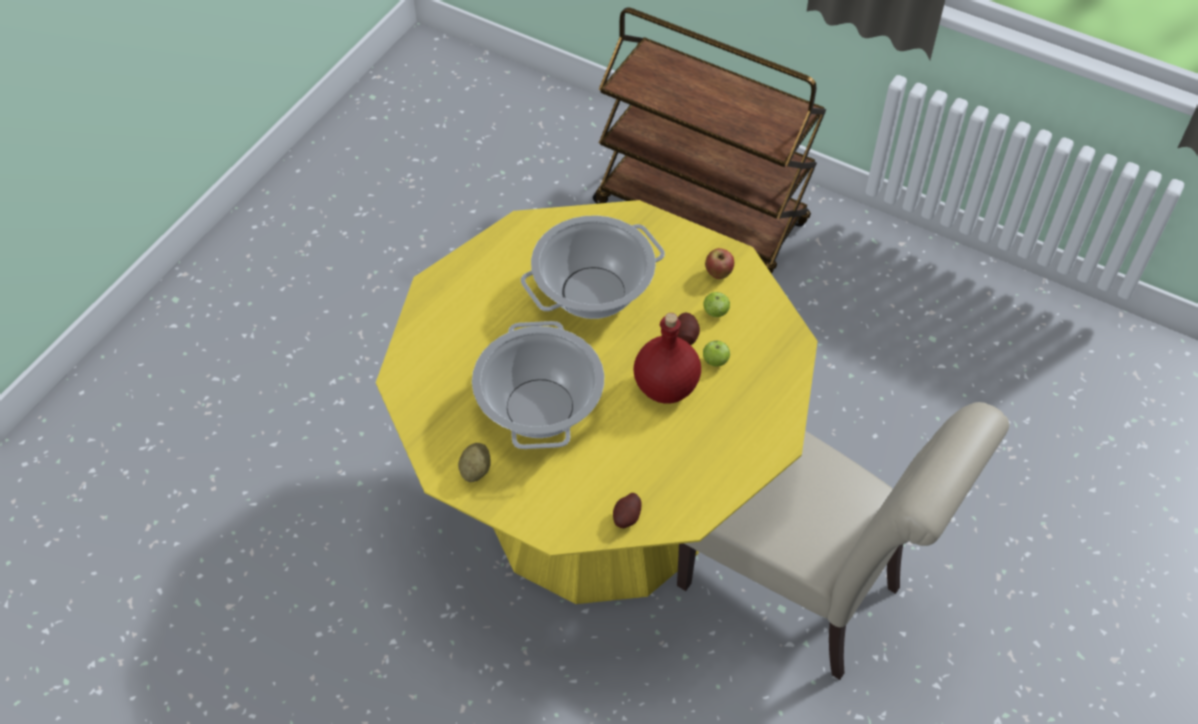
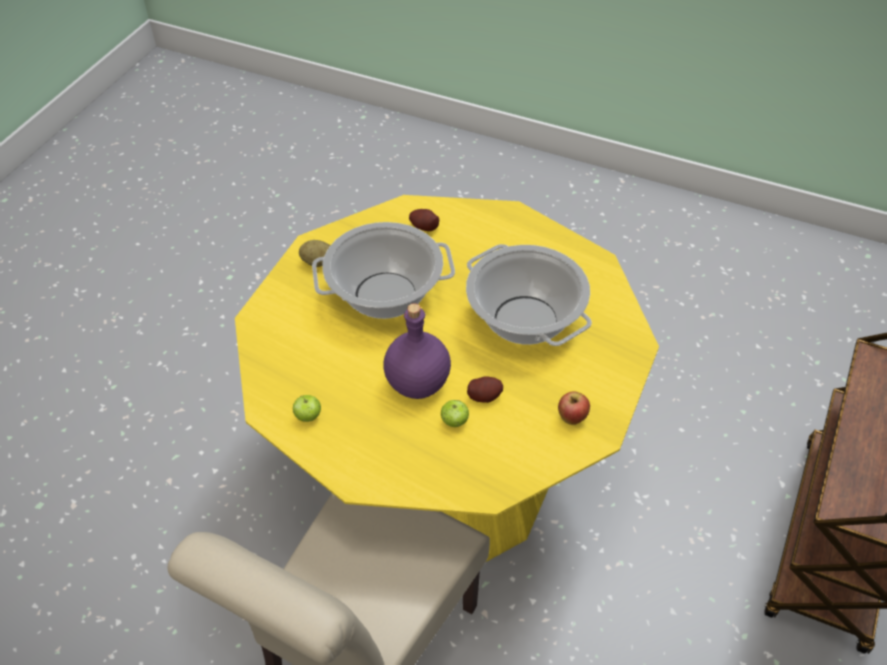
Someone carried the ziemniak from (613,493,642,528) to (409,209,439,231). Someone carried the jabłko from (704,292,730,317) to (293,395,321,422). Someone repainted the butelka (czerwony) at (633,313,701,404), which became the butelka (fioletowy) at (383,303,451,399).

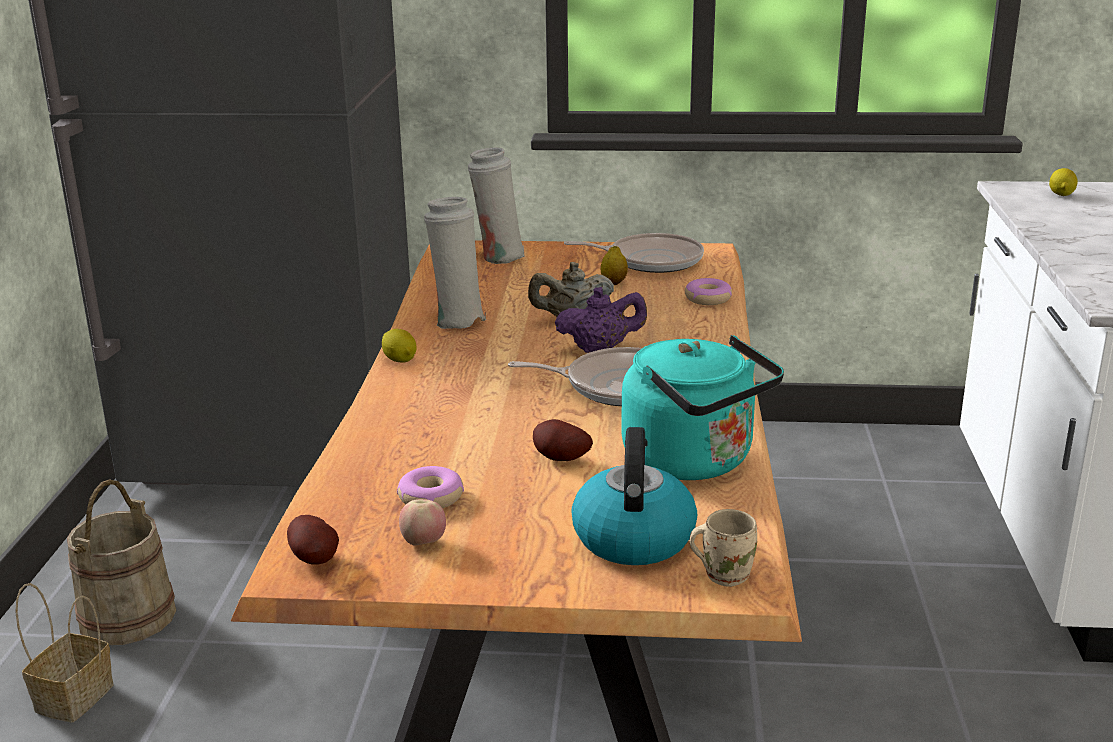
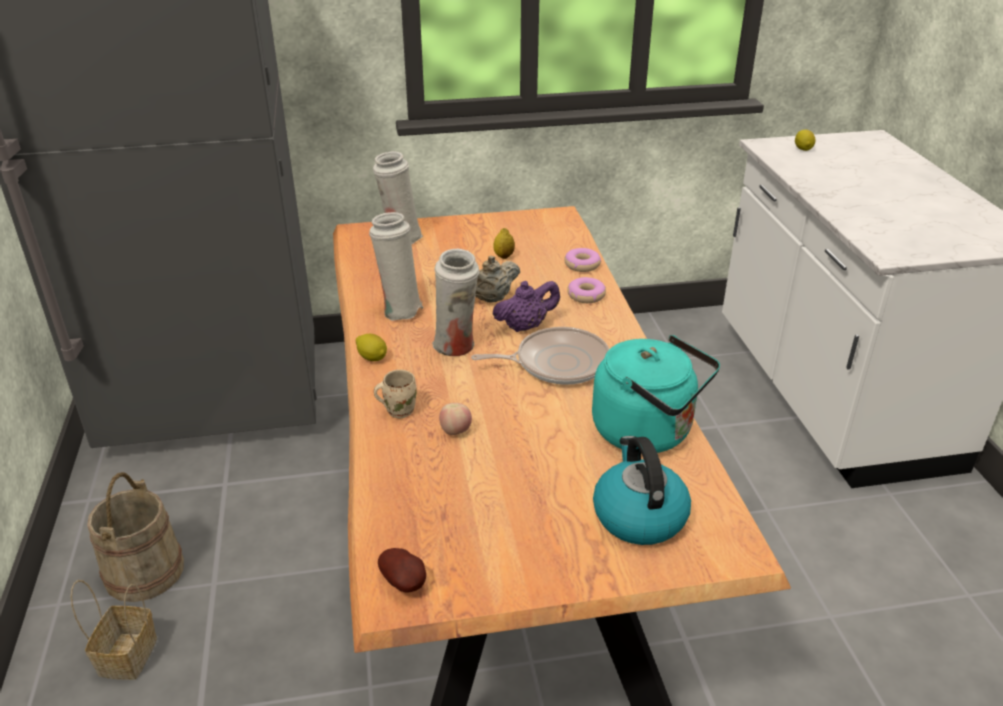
Someone took away the ziemniak at (533,419,593,461). Someone took away the patelnia at (564,233,704,273). Someone put down the wazon (biały) at (432,249,479,356). Someone carried the donut from (397,466,464,508) to (567,277,606,303). Someone carried the jabłko from (399,499,446,546) to (439,403,472,435). Someone carried the kubek (beżowy) from (689,509,757,587) to (374,370,417,418).

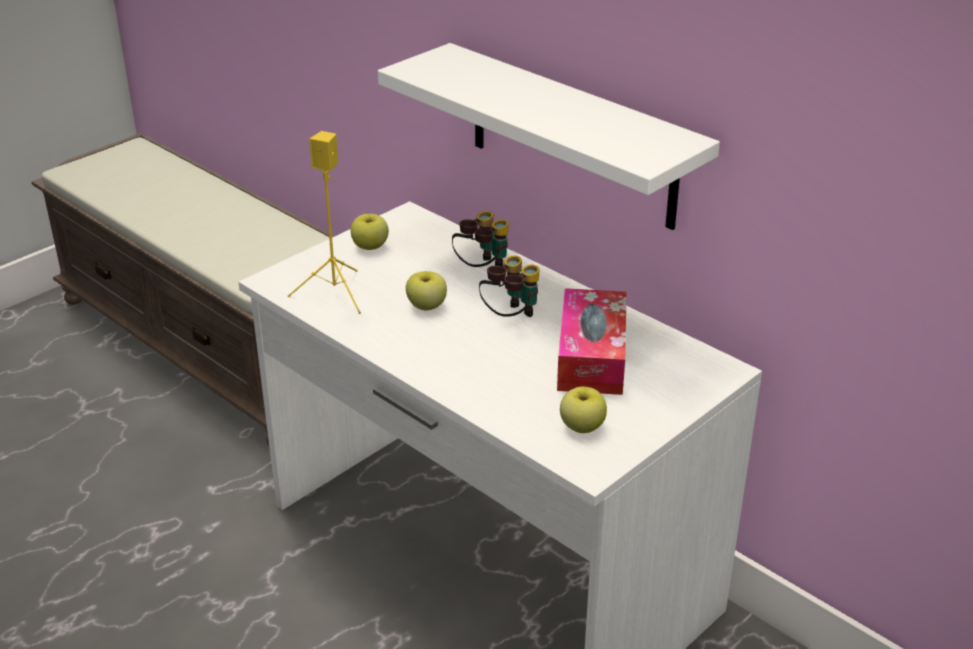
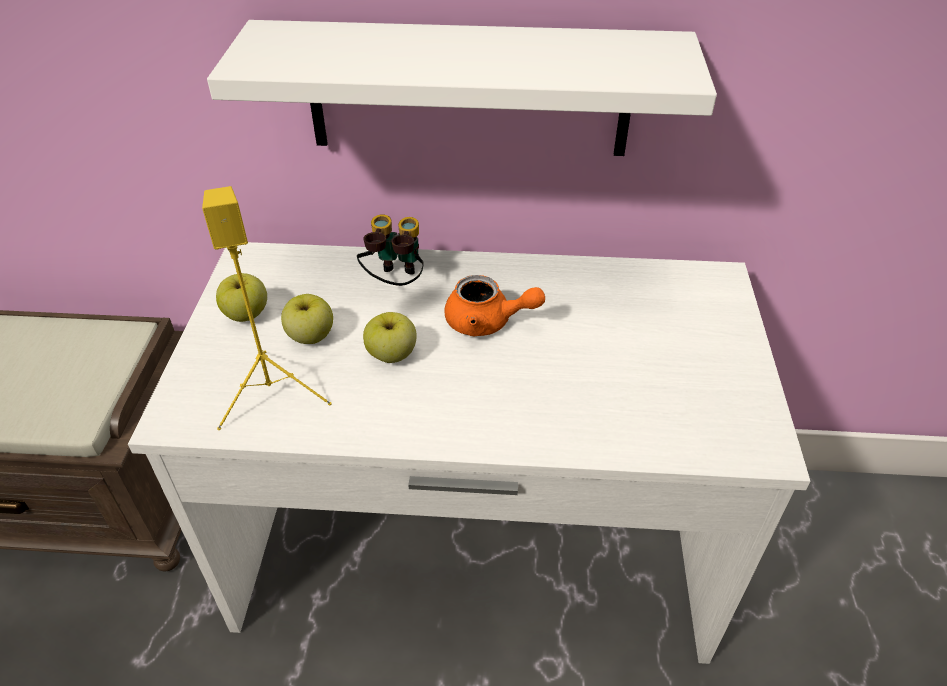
Someone took away the pudełko chusteczek at (557,288,627,395). Someone carried the jabłko from (560,387,607,433) to (281,294,333,344). Someone swapped the lornetka at (479,256,540,317) for the imbryk (pomarańczowy) at (445,275,545,337).

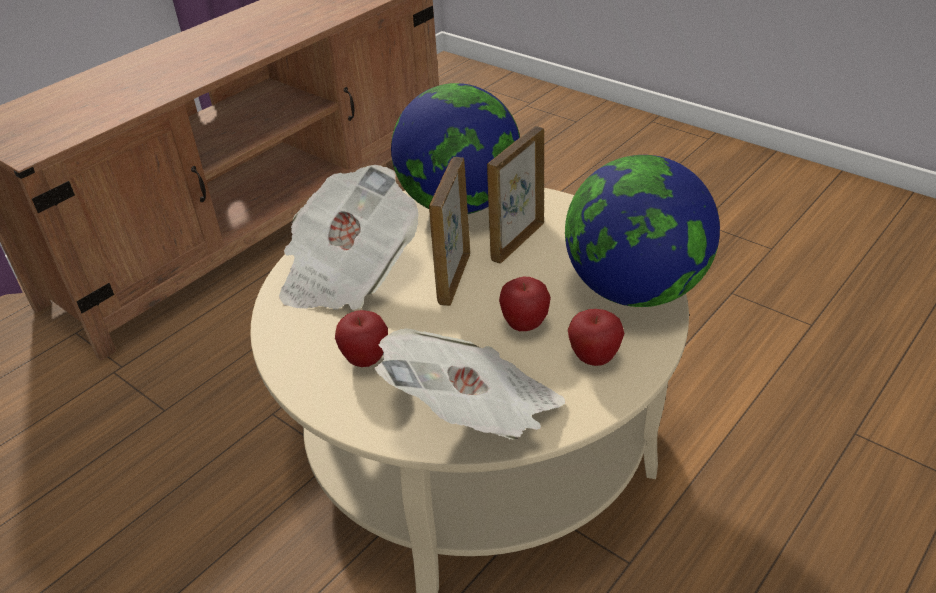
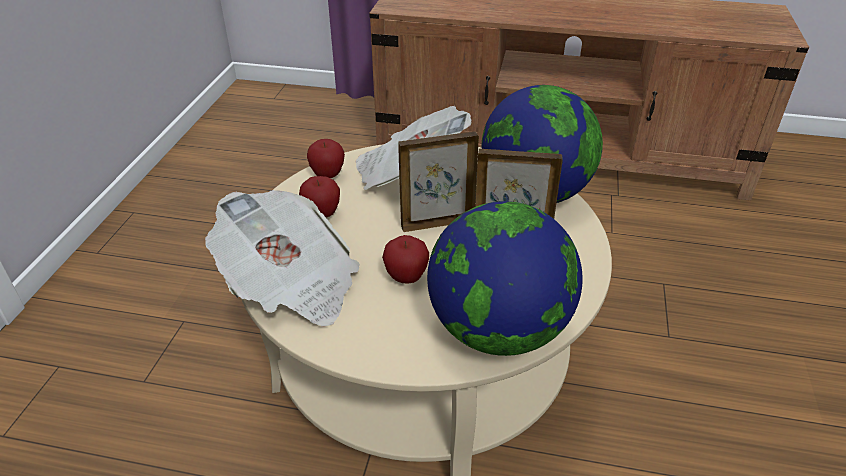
Someone carried the jabłko from (568,309,625,366) to (307,139,345,178).

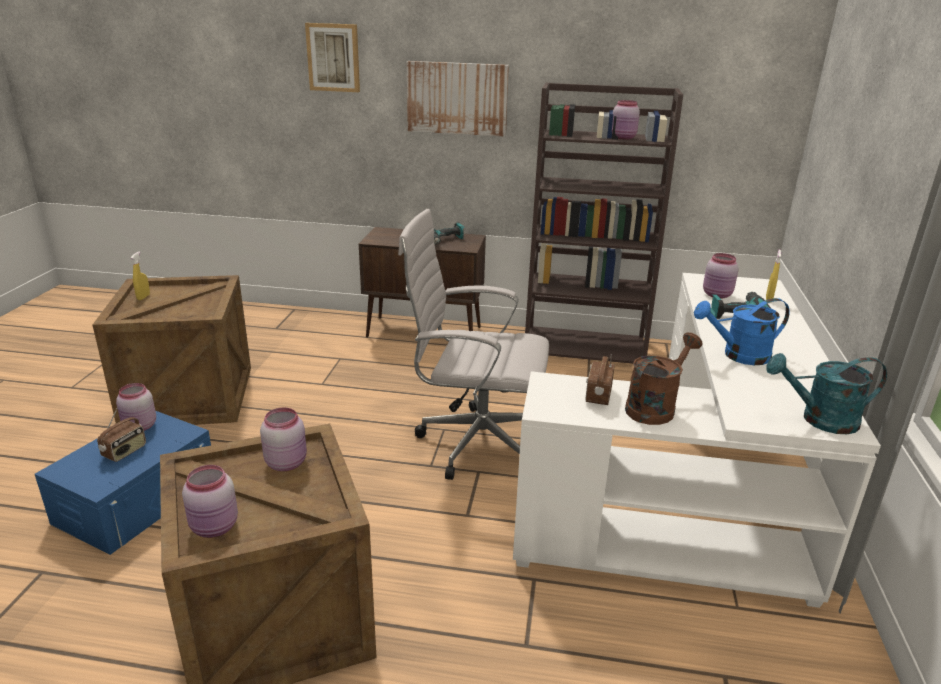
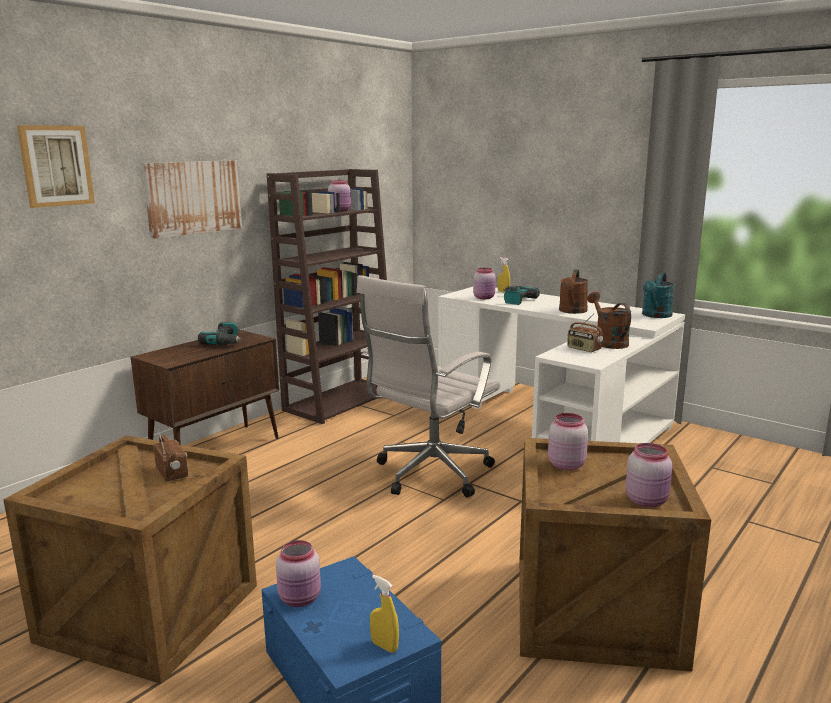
Someone carried the radio from (97,408,146,462) to (153,425,188,482). Someone carried the spryskiwacz (żółty) from (131,251,150,300) to (370,575,399,653). Someone repainted the konewka (niebieski) at (694,298,790,365), which became the konewka (brązowy) at (559,269,588,314).

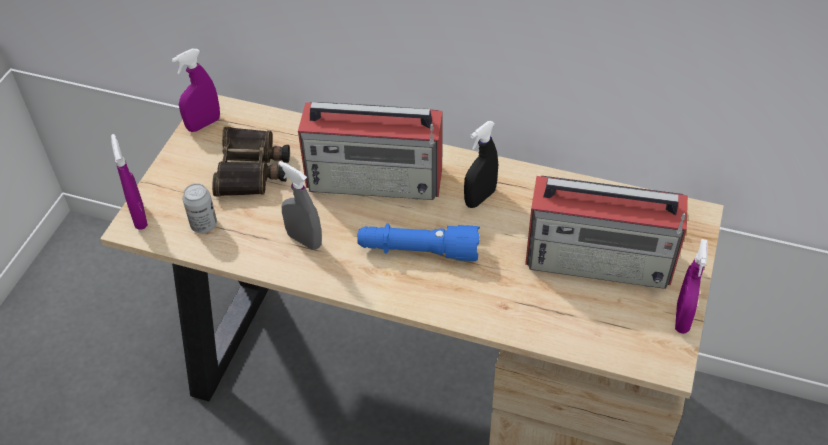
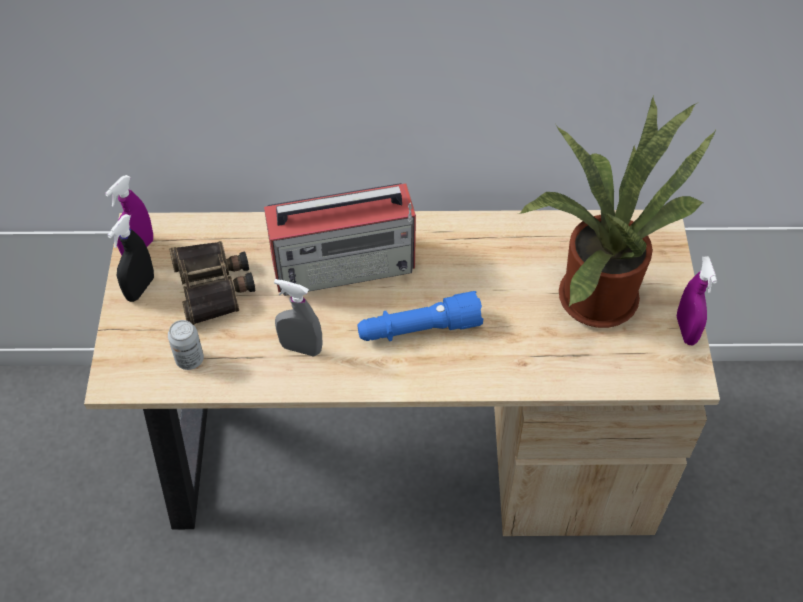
Someone took away the spryskiwacz (fioletowy) at (111,134,148,230). Someone carried the spryskiwacz (czarny) from (464,121,498,208) to (107,214,154,302). Someone swapped the radio at (525,176,688,289) for the roślina doniczkowa at (518,96,716,328).

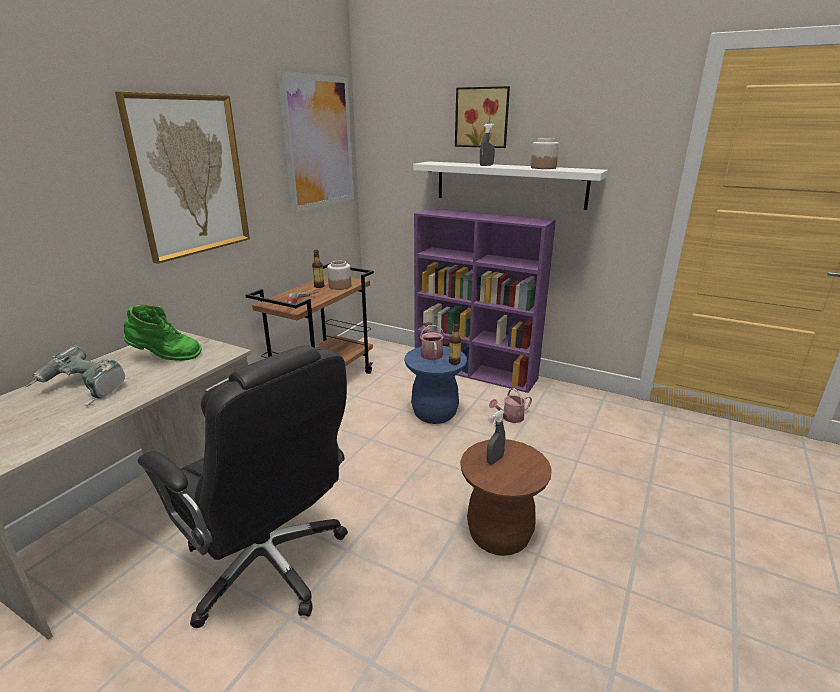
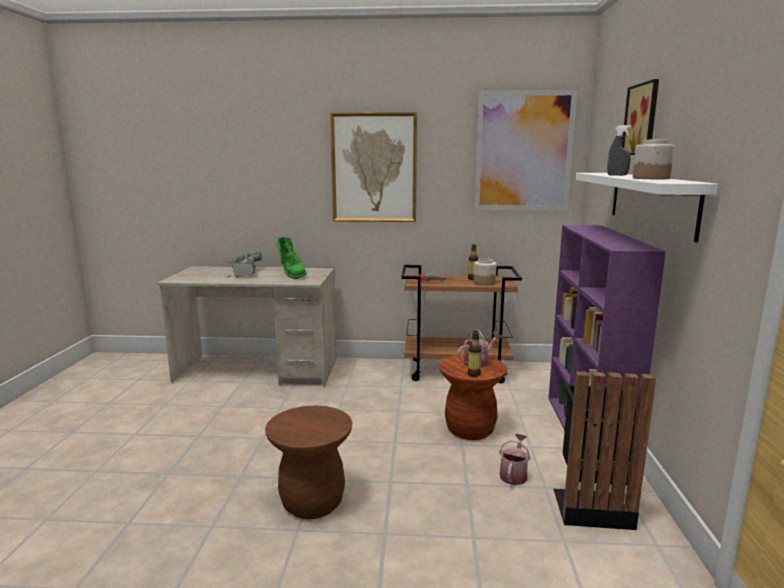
Someone took away the krzesło biurowe (czarny) at (138,345,348,628). Someone took away the spryskiwacz (szary) at (487,410,505,465). Someone put down the kosz na śmieci (czarny) at (553,371,656,530). Someone repainted the stołek (niebieski) at (404,346,467,424), which became the stołek (brązowy) at (439,354,507,440). Someone rotated the konewka at (489,388,532,423) by 75 degrees clockwise.

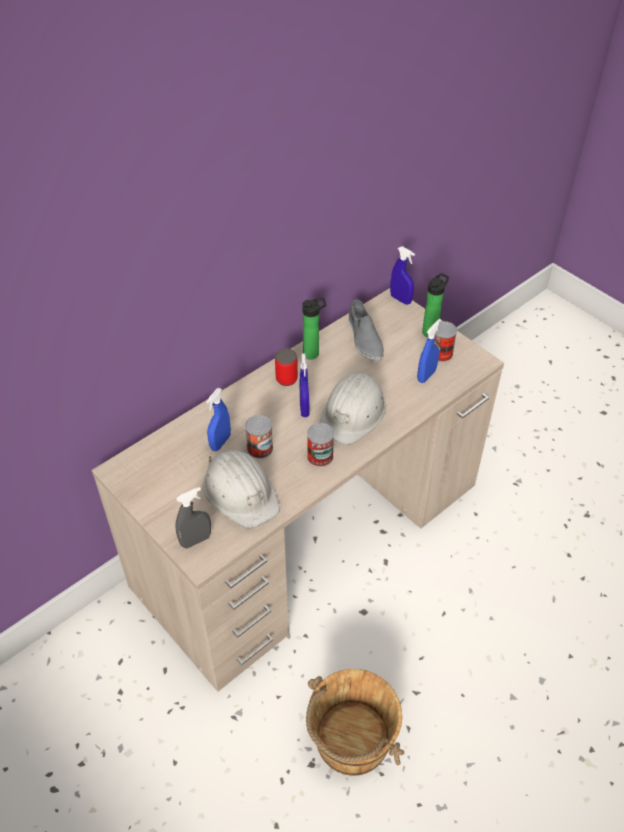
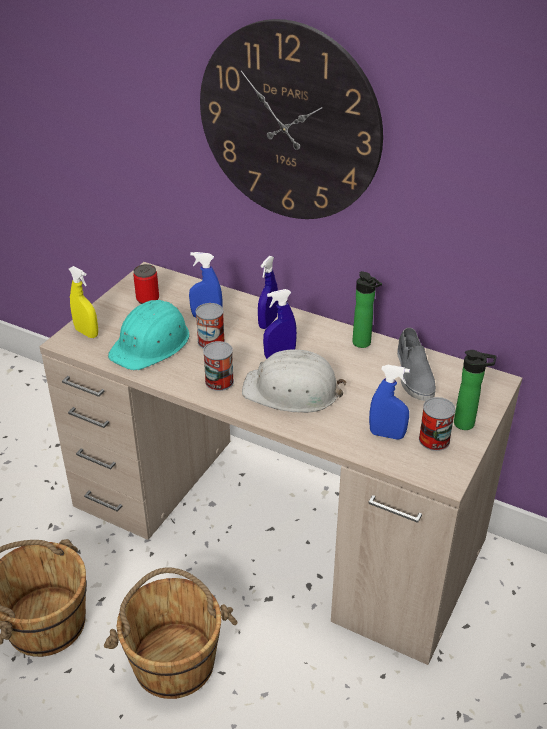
Someone put down the wiadro (brązowy) at (104,567,237,699). Someone put up the zegar ścienny at (200,19,383,219). Someone carried the puszka from (275,348,298,386) to (133,264,159,304). Someone carried the spryskiwacz (niebieski) from (390,246,415,305) to (258,256,278,329). Someone repainted the spryskiwacz (szary) at (175,487,211,549), which became the spryskiwacz (żółty) at (69,266,98,338). Someone repainted the kask (biały) at (203,450,280,529), which became the kask (turkusowy) at (108,300,189,371). Someone rotated the but (szary) at (349,300,384,361) by 60 degrees counterclockwise.

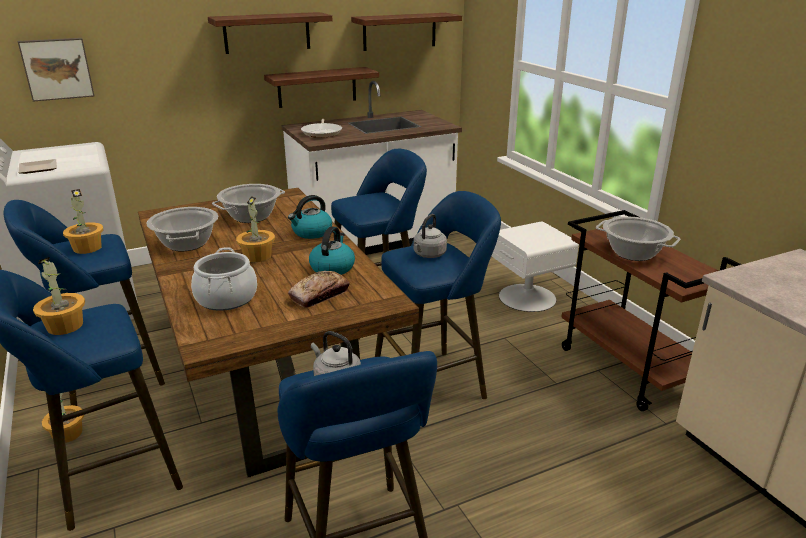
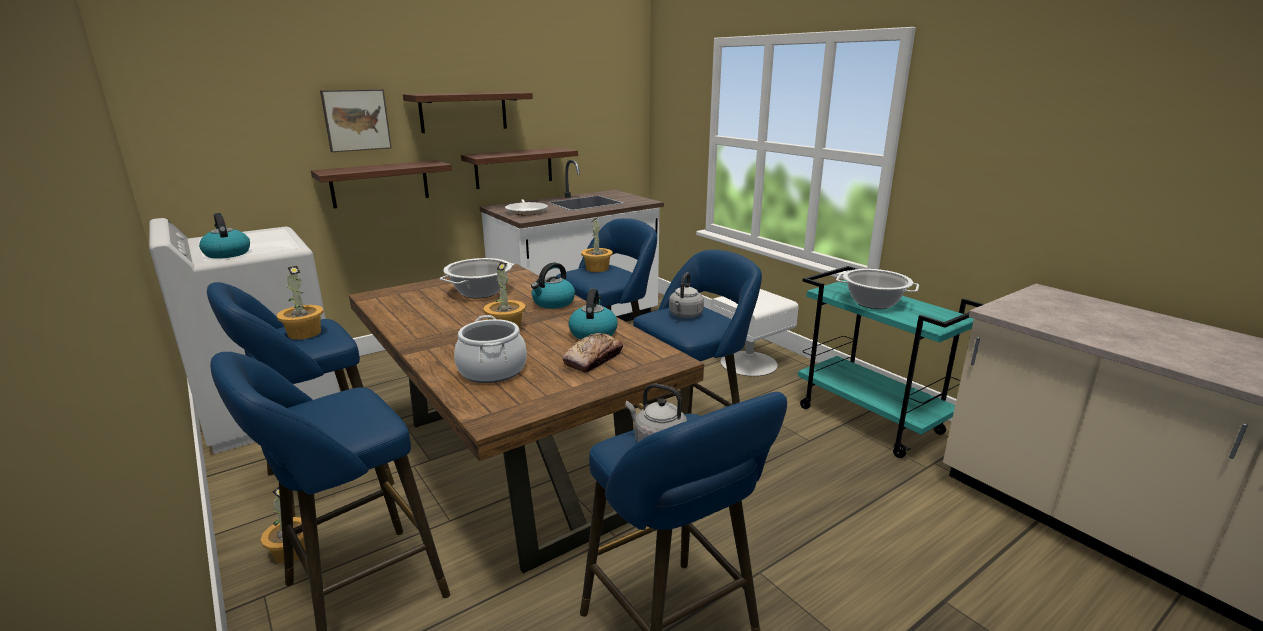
Someone took away the garnek at (147,207,218,251). Someone carried the obraz from (18,38,95,101) to (320,89,392,152). Someone carried the roślina doniczkowa from (33,257,85,335) to (581,217,613,272). Someone carried the półka from (351,13,462,51) to (311,160,452,208). Someone swapped the talerz at (18,159,57,174) for the czajnik at (199,213,250,259). Someone repainted the wózek (brązowy) at (561,210,742,411), which became the wózek (turkusowy) at (798,266,984,458).

